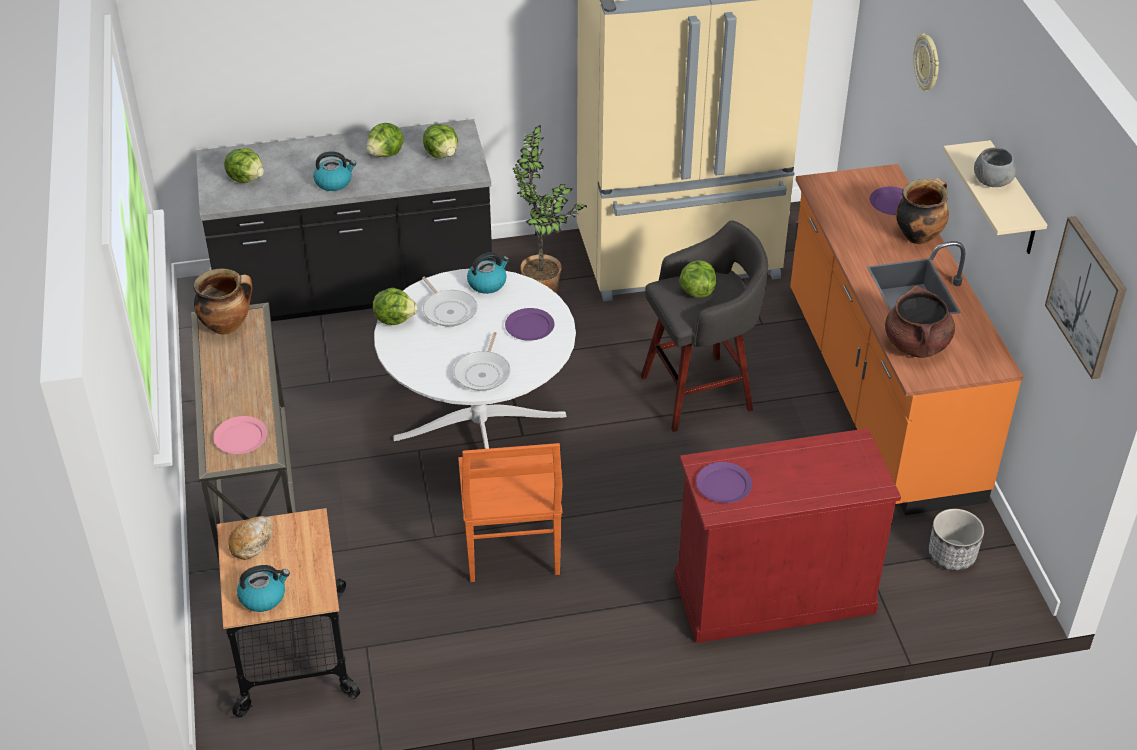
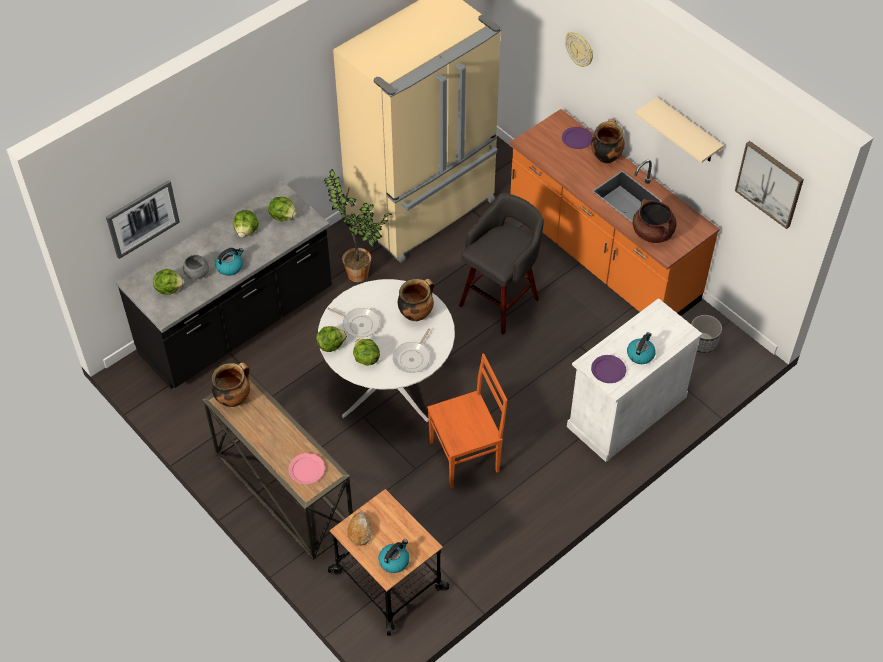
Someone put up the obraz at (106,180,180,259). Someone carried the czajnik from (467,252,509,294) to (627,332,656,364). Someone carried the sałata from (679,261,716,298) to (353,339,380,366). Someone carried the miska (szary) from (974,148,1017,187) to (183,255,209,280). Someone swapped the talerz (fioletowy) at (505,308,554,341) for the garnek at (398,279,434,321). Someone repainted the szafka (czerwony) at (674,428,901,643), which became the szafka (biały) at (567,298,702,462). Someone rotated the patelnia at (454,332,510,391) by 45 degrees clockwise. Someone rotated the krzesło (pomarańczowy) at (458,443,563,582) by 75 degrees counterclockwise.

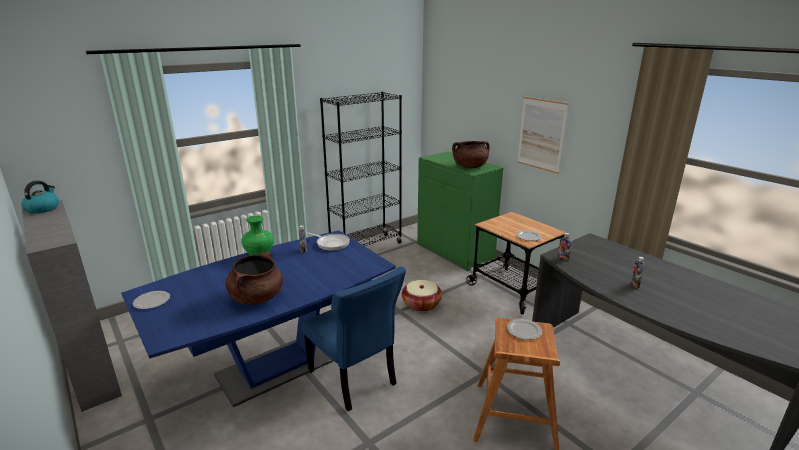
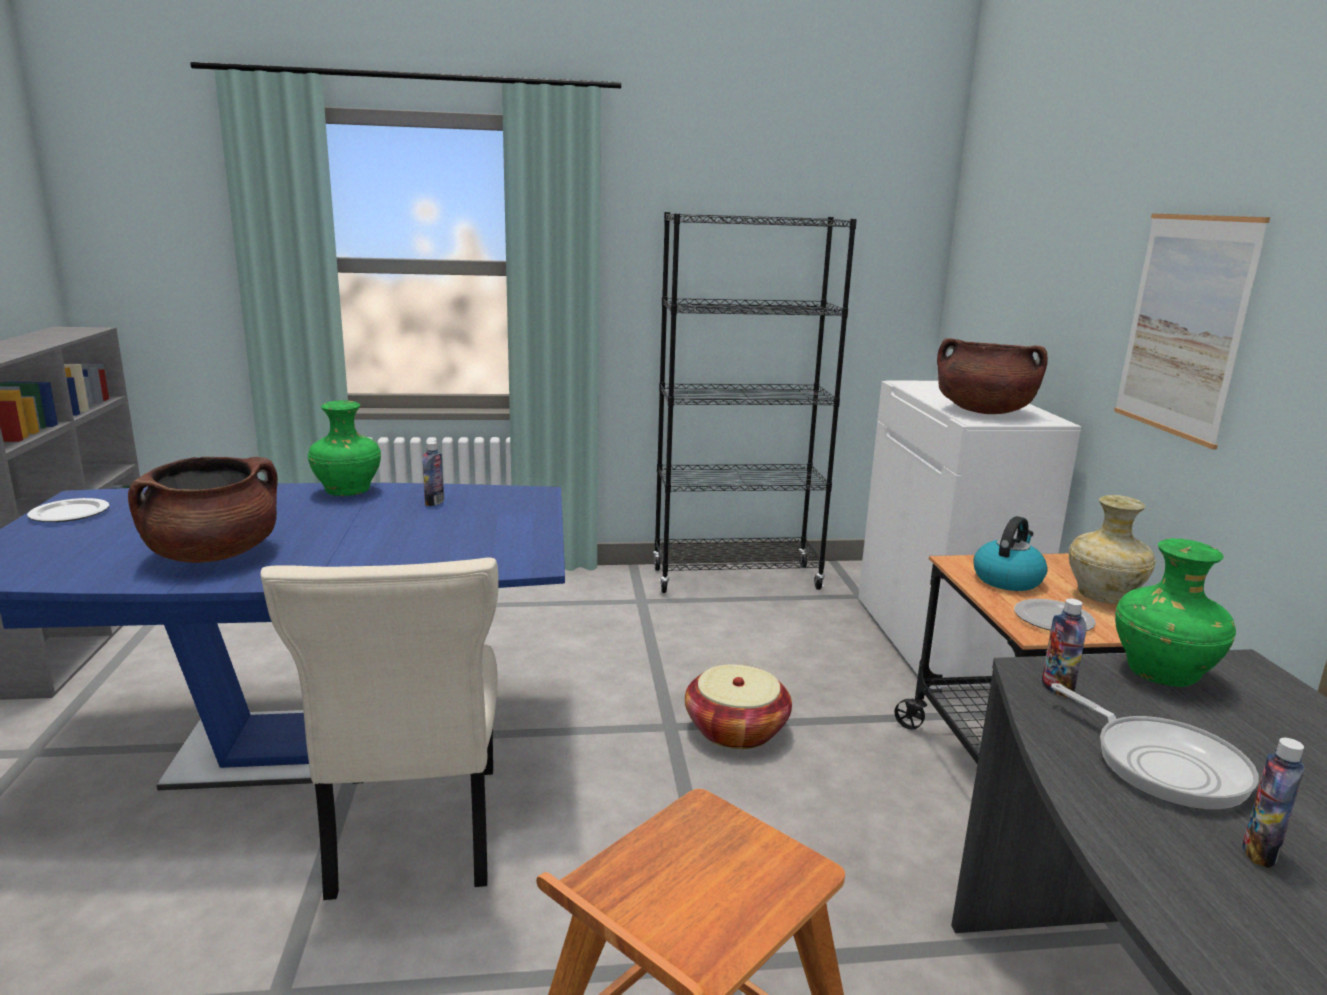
Someone took away the talerz at (507,319,542,340). Someone put down the wazon (beżowy) at (1069,495,1156,604). Someone put down the wazon (zielony) at (1115,538,1236,687). Someone carried the czajnik from (21,181,59,214) to (974,516,1048,591). Someone carried the patelnia from (306,232,350,251) to (1051,683,1258,809). Someone repainted the krzesło (niebieski) at (302,267,406,412), which became the krzesło (beżowy) at (260,557,499,900). Someone repainted the szafka (zielony) at (417,151,503,271), which became the szafka (biały) at (858,380,1081,693).

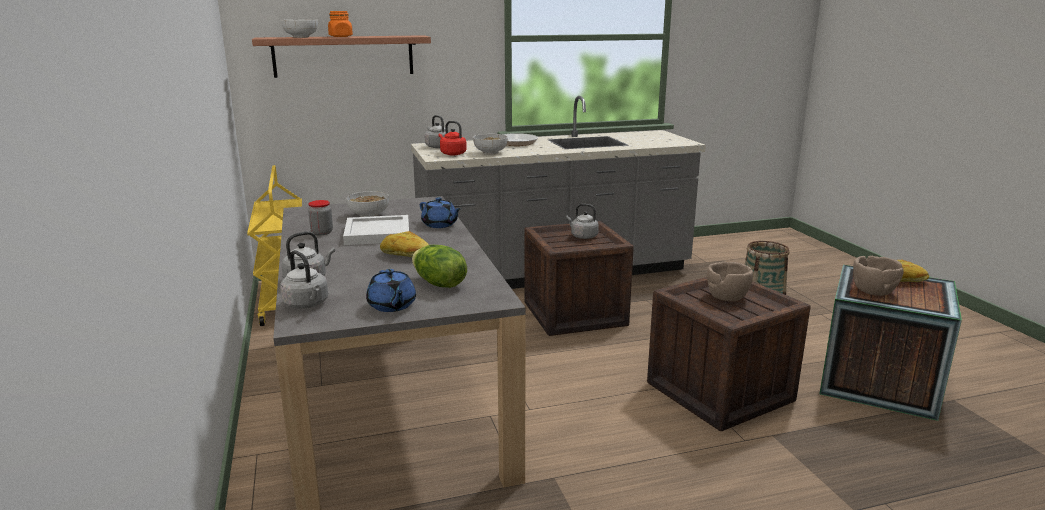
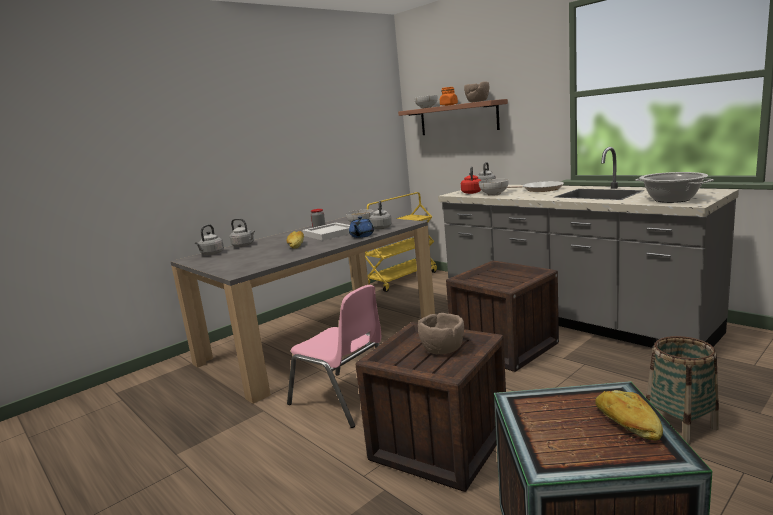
Someone took away the imbryk (niebieski) at (366,269,416,312). Someone took away the sałata at (412,245,467,288). Someone put down the krzesło (różowy) at (287,285,381,428). Someone put down the garnek at (635,172,714,203). Someone carried the czajnik (szary) from (566,204,599,239) to (369,201,392,229). Someone carried the miska (brązowy) from (853,256,904,296) to (464,81,489,102).

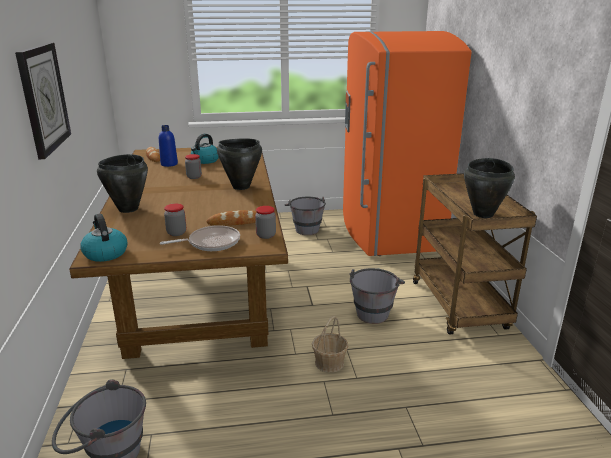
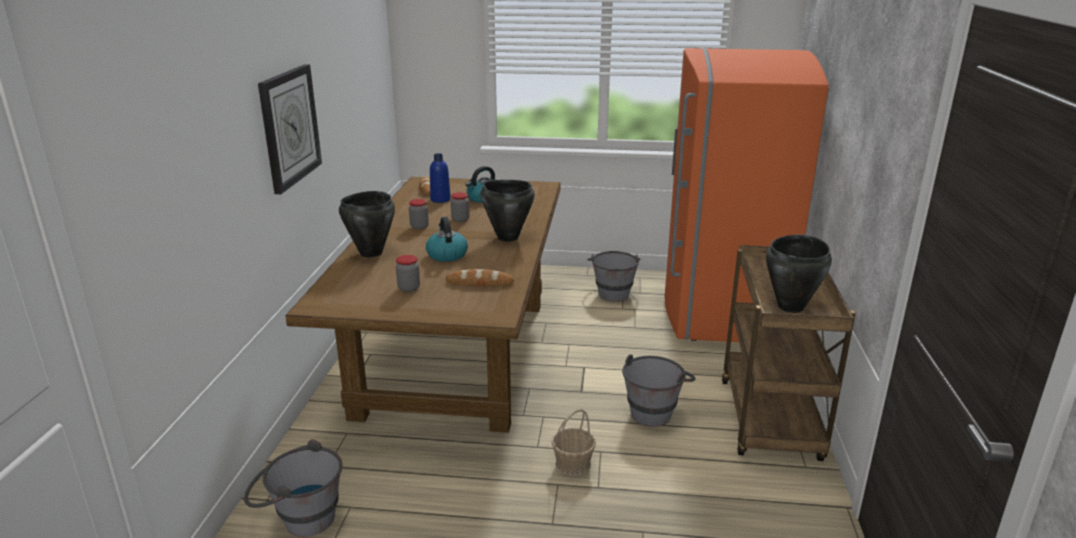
Someone took away the patelnia at (160,225,240,251). Someone carried the czajnik from (80,214,128,262) to (426,217,468,262). Someone carried the słoik from (255,206,276,239) to (409,199,429,230).

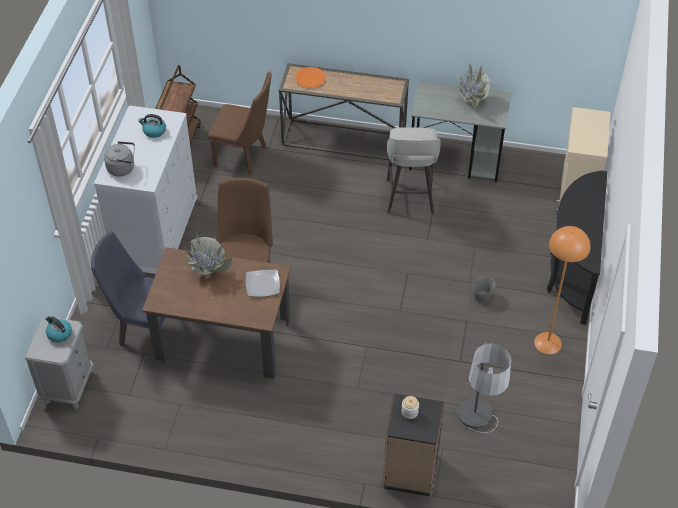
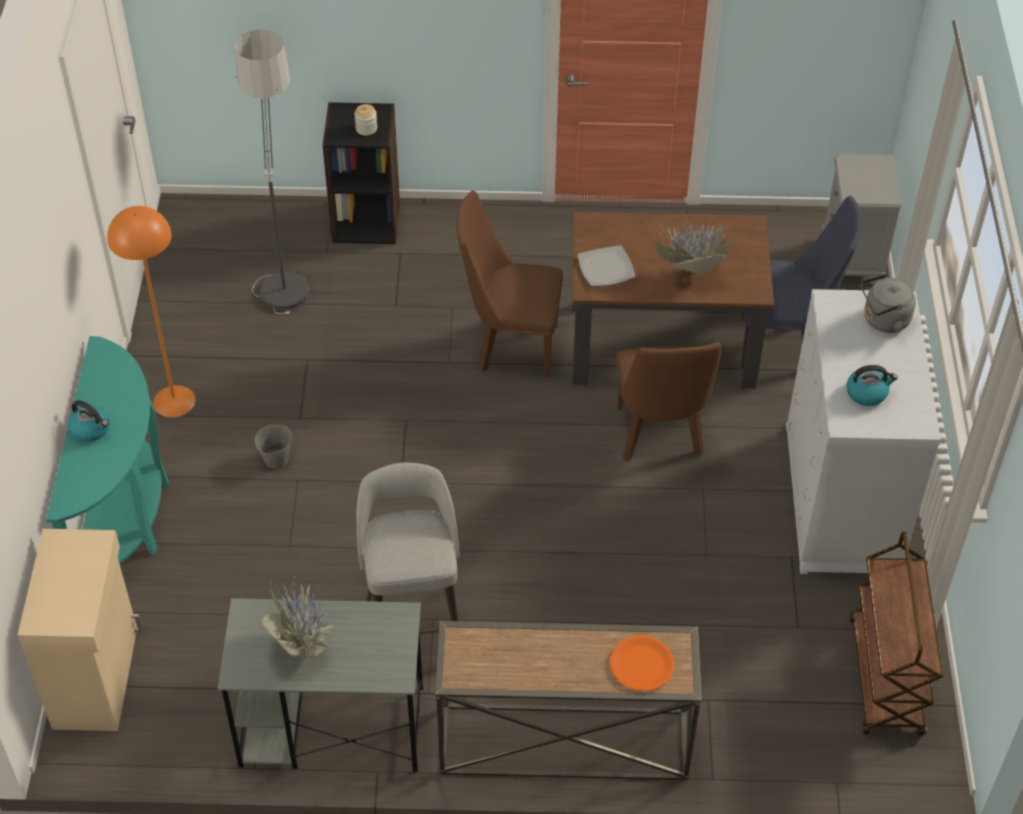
Someone carried the czajnik from (45,316,72,343) to (68,400,110,442). Someone carried the krzesło (brązowy) from (208,72,271,176) to (456,190,563,377). Someone repainted the stolik konsolowy (czarny) at (547,171,607,325), which became the stolik konsolowy (turkusowy) at (46,336,169,564).

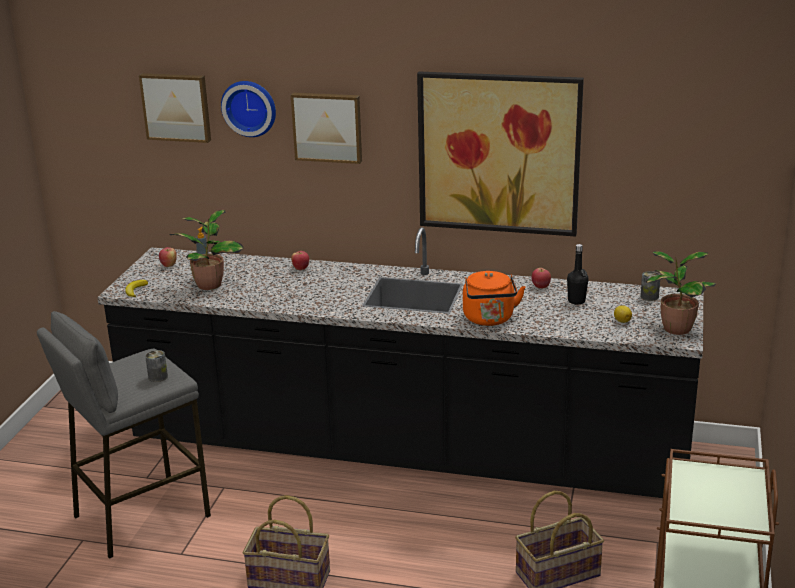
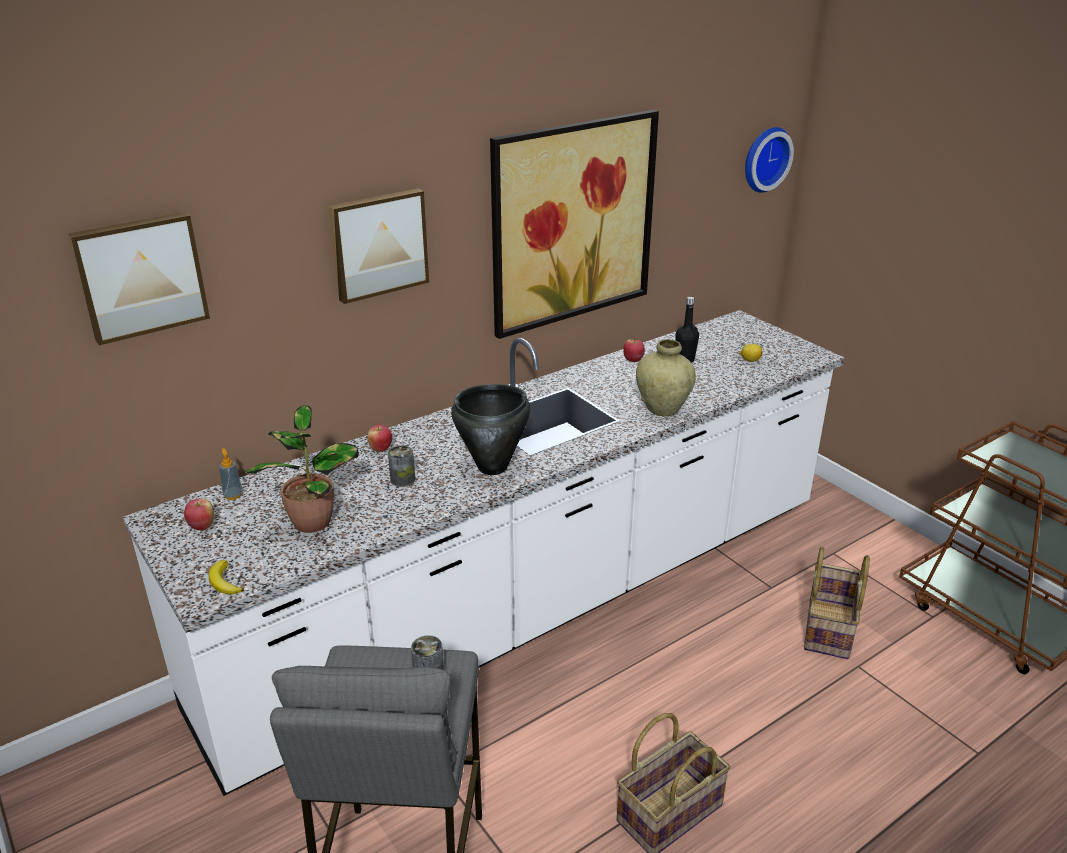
Someone took away the roślina doniczkowa at (646,251,716,335). Someone put down the garnek (czarny) at (451,384,530,475). Someone carried the zegar ścienny from (221,81,276,137) to (745,127,794,193). Someone carried the puszka from (640,271,660,301) to (388,445,415,487). Someone swapped the czajnik (pomarańczowy) at (463,271,525,326) for the wazon (beżowy) at (636,339,696,417). Someone repainted the zabudowa kuchenna (czarny) at (97,227,703,498), which became the zabudowa kuchenna (biały) at (123,310,844,796).

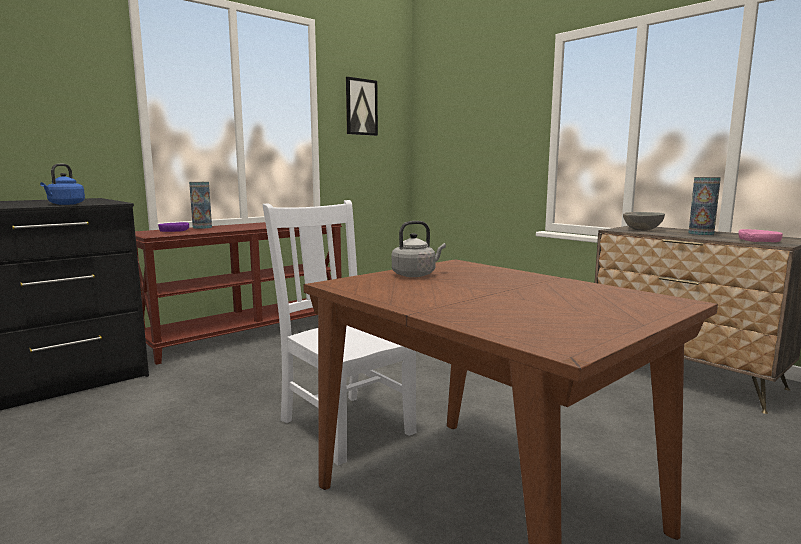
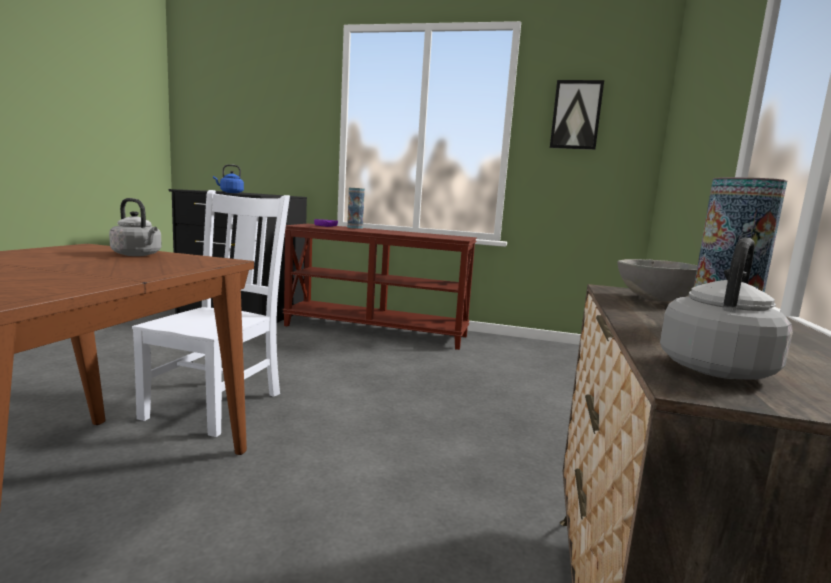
Someone swapped the miska (różowy) at (738,229,783,242) for the czajnik (szary) at (660,238,793,380).

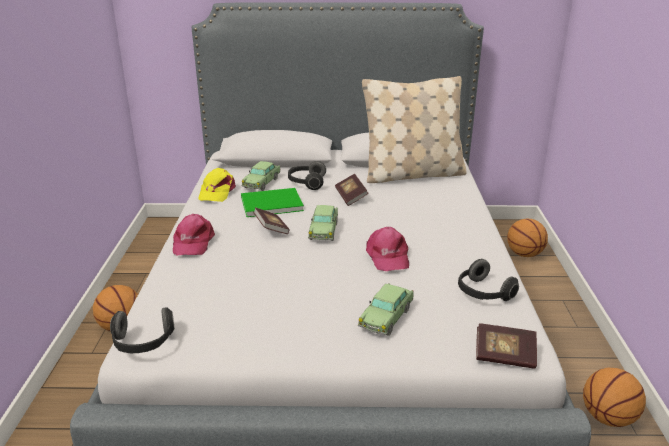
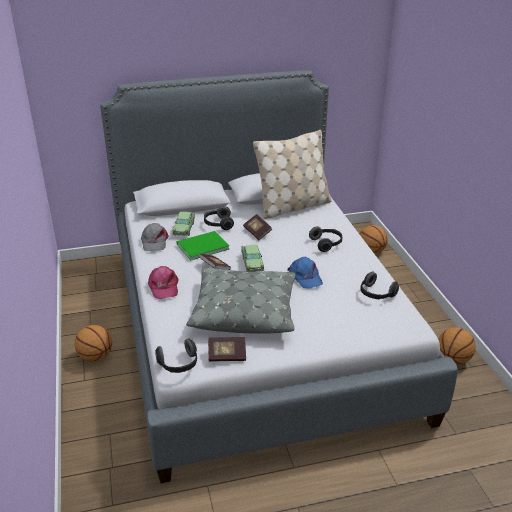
Someone took away the samochodzik at (358,283,414,336). Someone put down the poduszka (szary) at (186,268,296,334). Someone put down the słuchawki at (309,226,342,252). Someone carried the książka from (476,323,537,369) to (208,337,246,362). Someone repainted the czapka z daszkiem (żółty) at (199,168,236,202), which became the czapka z daszkiem (szary) at (141,223,168,251). Someone repainted the czapka z daszkiem (różowy) at (366,227,409,271), which became the czapka z daszkiem (niebieski) at (288,257,323,289).

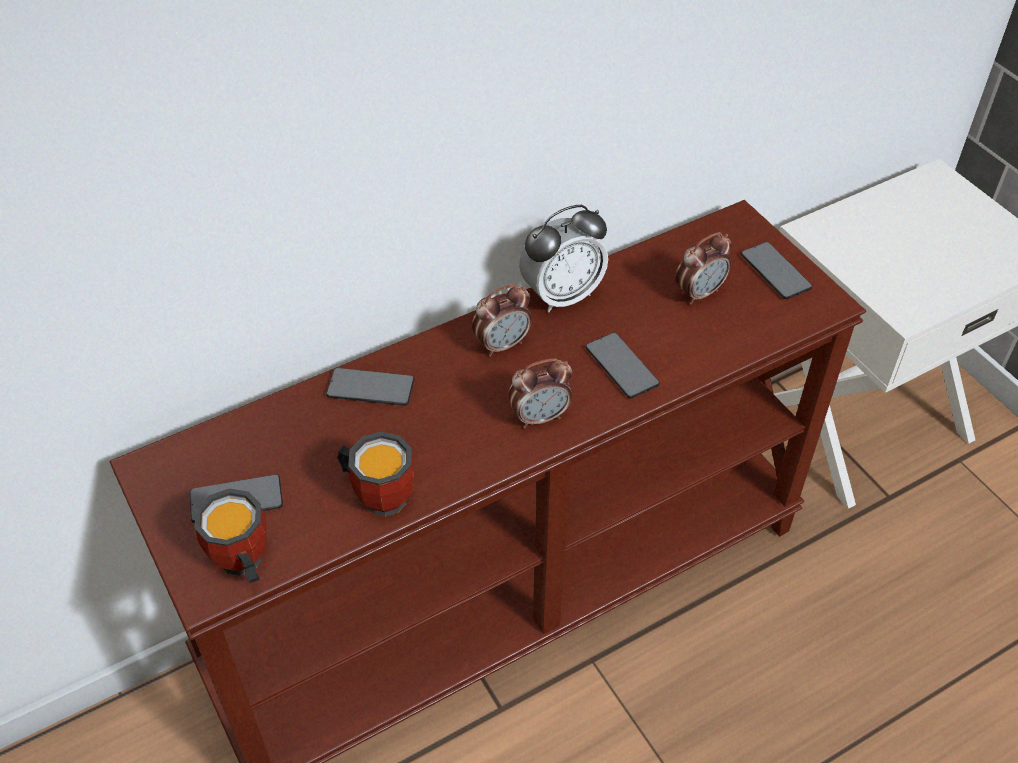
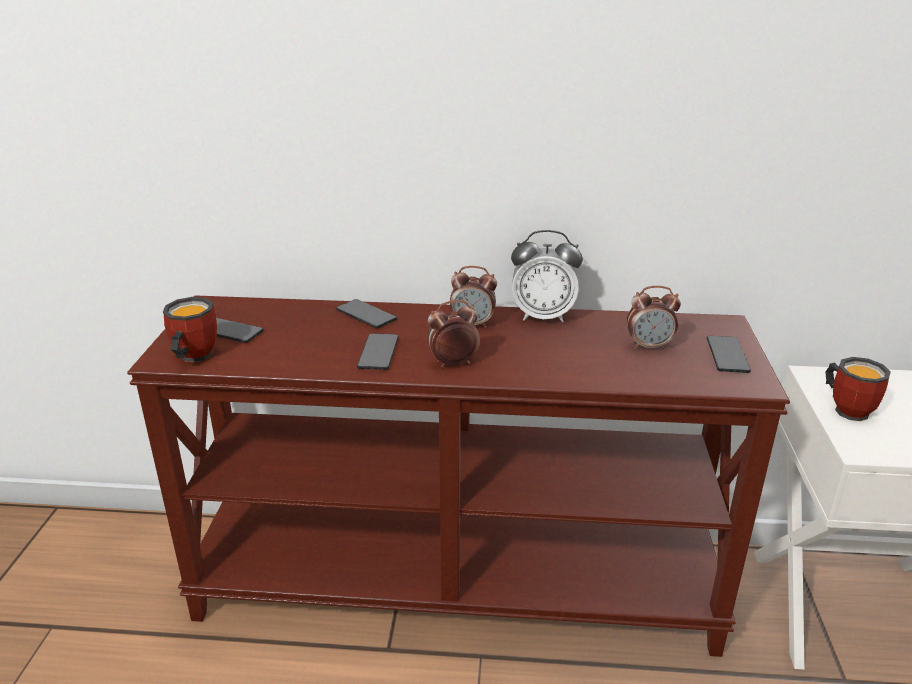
Someone carried the kubek from (337,432,414,517) to (825,357,891,421). Someone carried the telefon from (586,333,660,399) to (357,333,399,370). Someone rotated the budzik at (508,359,572,428) by 150 degrees clockwise.

